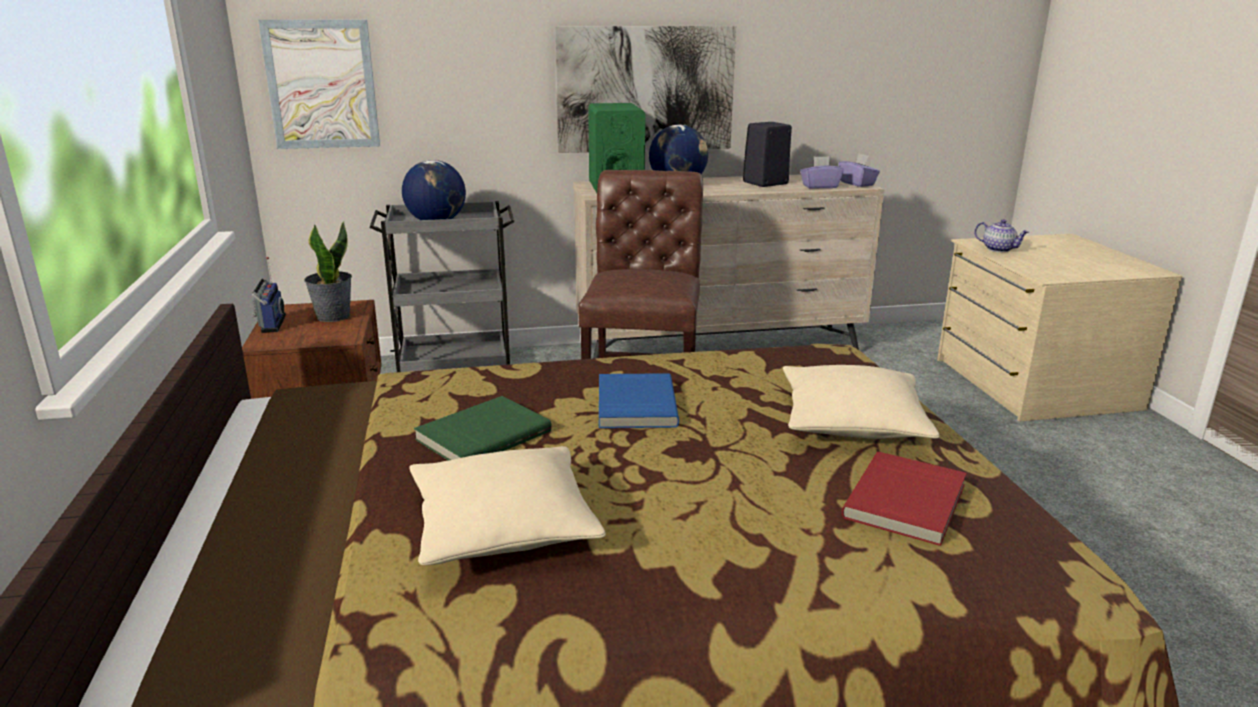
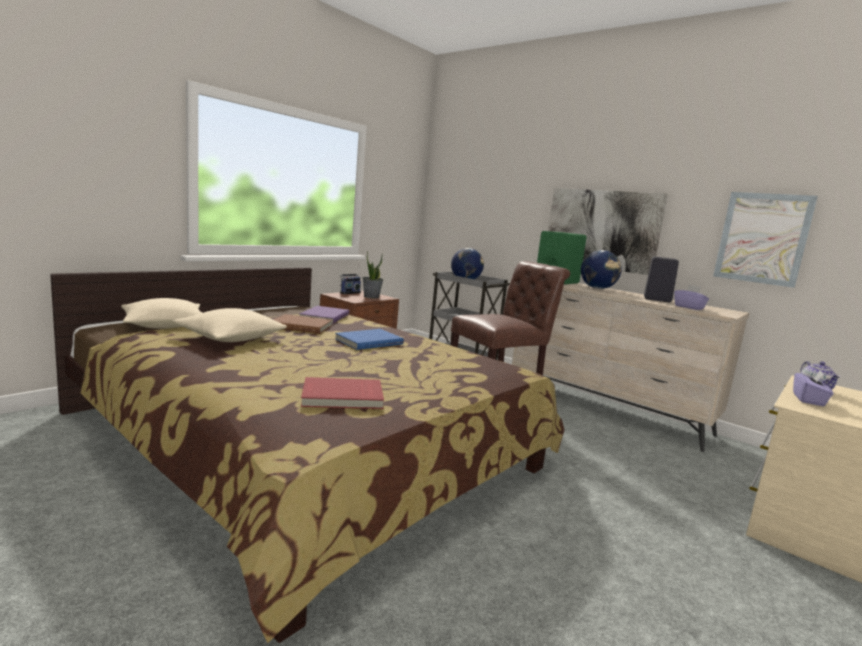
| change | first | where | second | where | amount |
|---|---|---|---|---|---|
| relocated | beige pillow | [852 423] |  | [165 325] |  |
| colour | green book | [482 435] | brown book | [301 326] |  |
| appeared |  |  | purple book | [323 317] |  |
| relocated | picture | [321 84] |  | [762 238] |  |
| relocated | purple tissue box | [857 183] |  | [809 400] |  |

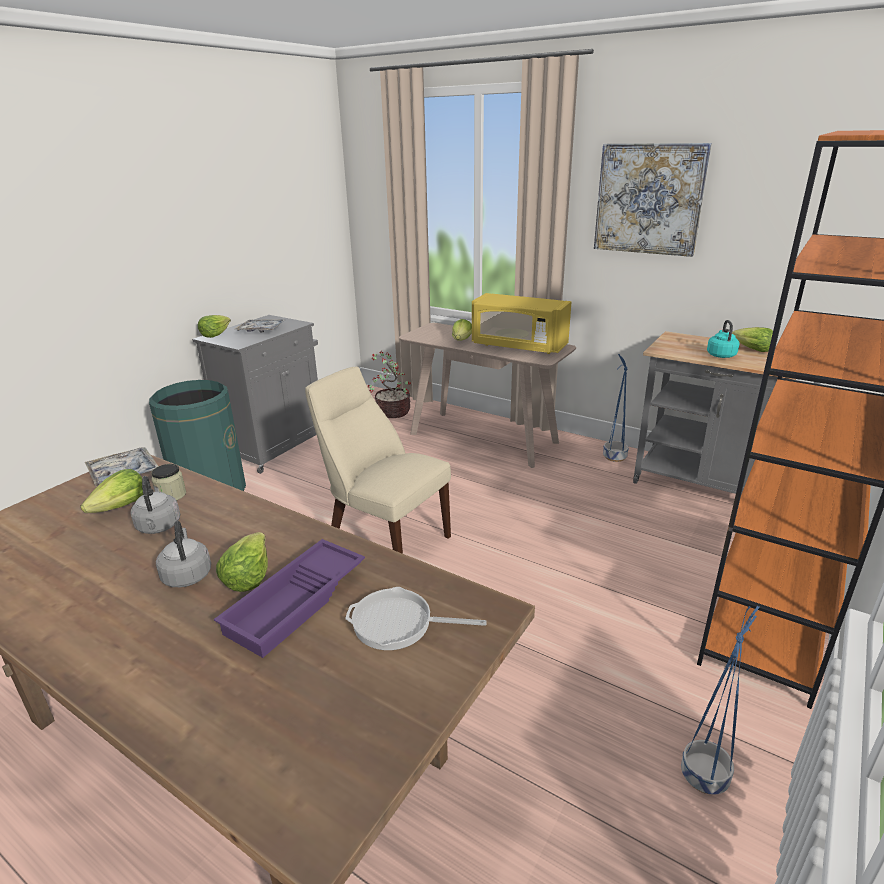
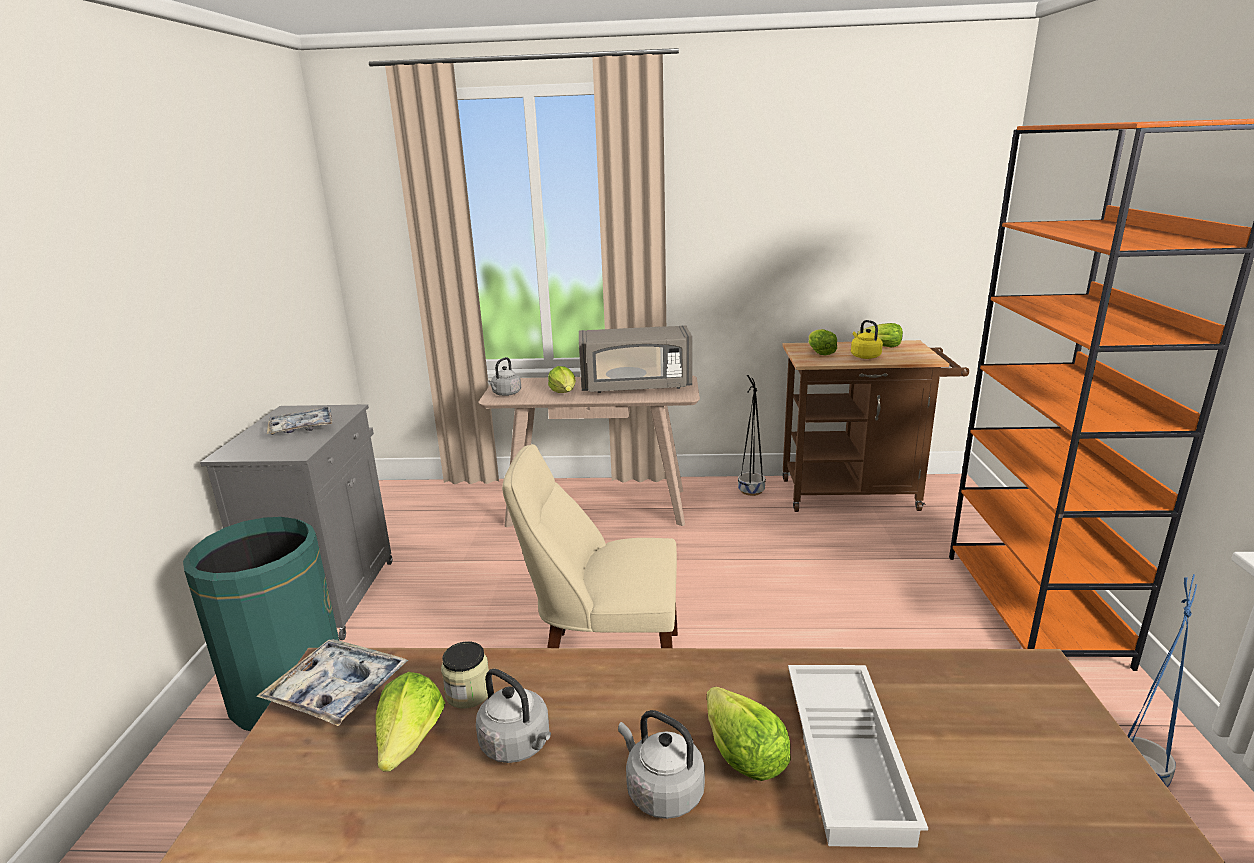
| change | first | where | second | where | amount |
|---|---|---|---|---|---|
| appeared |  |  | grey kettle | [505 394] |  |
| colour | yellow microwave | [518 346] | grey microwave | [636 387] |  |
| colour | blue planter | [614 457] | black planter | [750 491] |  |
| colour | grey cart | [708 485] | brown cart | [858 494] |  |
| colour | purple tray | [297 603] | white tray | [850 759] |  |
| relocated | lettuce | [215 334] |  | [820 352] |  |
| colour | turquoise kettle | [720 355] | yellow kettle | [864 356] |  |
| missing | frying pan | [398 624] |  |  |  |
| missing | potted plant | [392 412] |  |  |  |
| missing | picture | [649 199] |  |  |  |

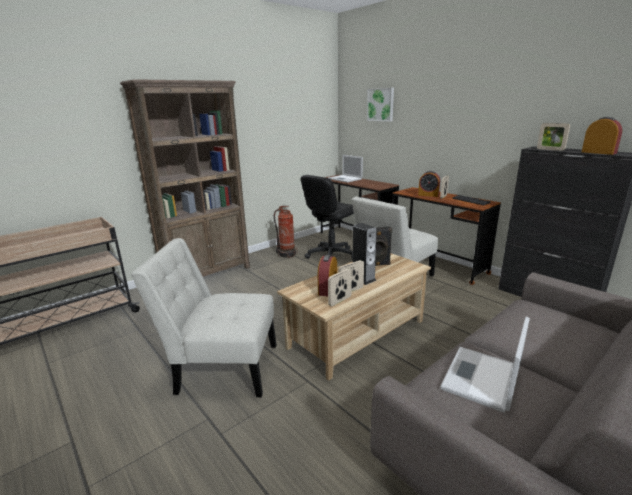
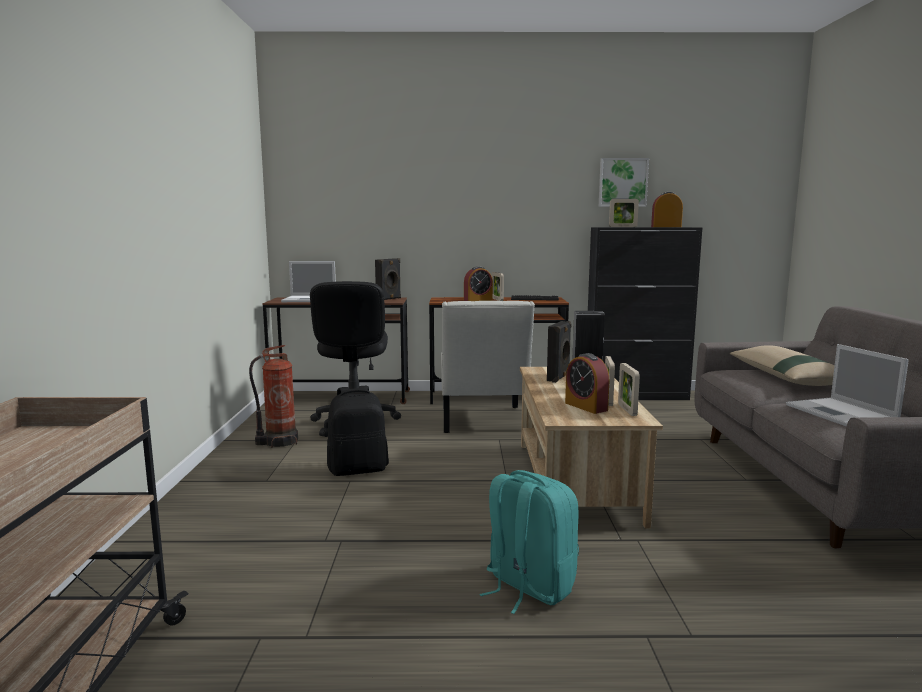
| change | first | where | second | where | amount |
|---|---|---|---|---|---|
| appeared |  |  | black backpack | [358 469] |  |
| appeared |  |  | black speaker | [389 299] |  |
| exchanged | white chair | [222 367] | turquoise backpack | [527 587] |  |
| relocated | picture | [381 104] |  | [622 182] |  |
| appeared |  |  | beige pillow | [785 377] |  |
| missing | brown bookcase | [208 274] |  |  |  |

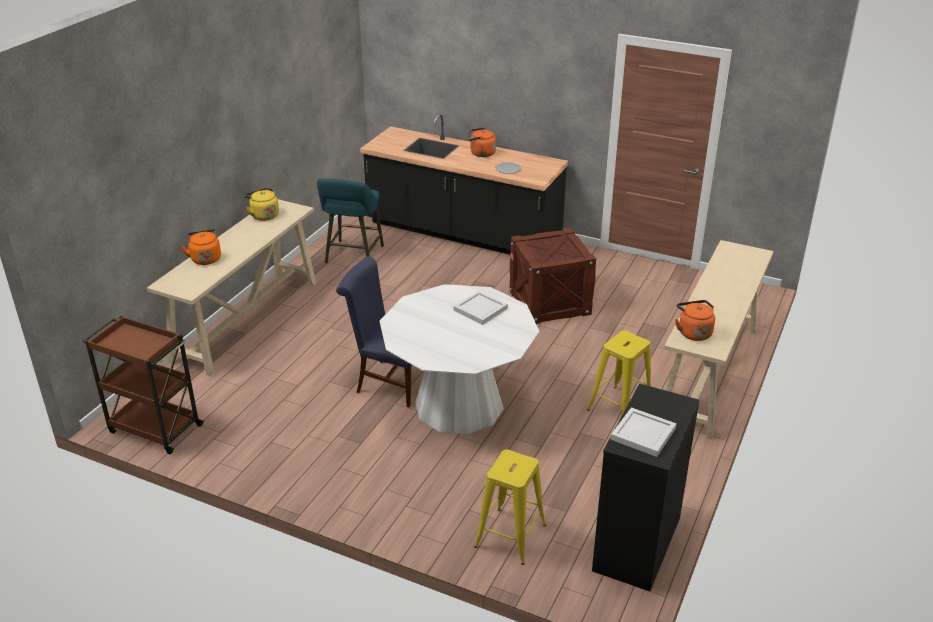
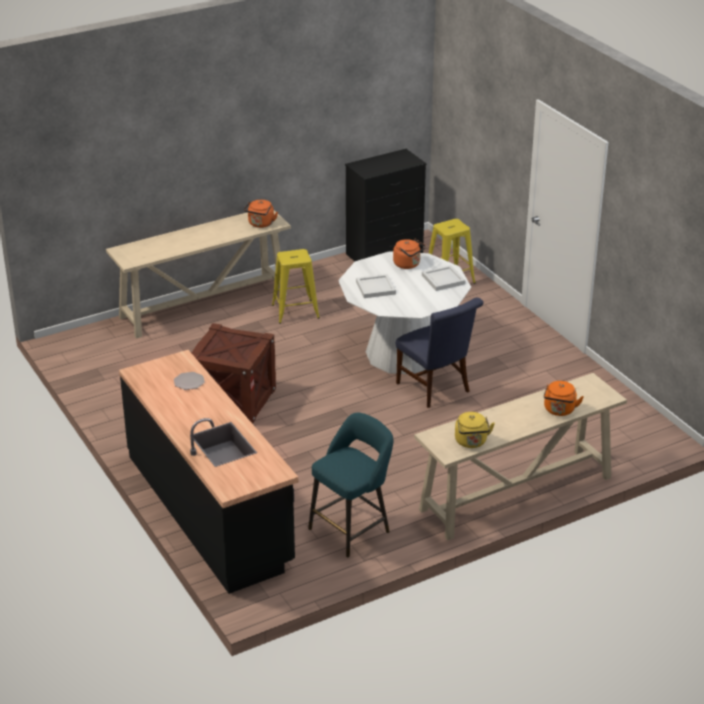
| change | first | where | second | where | amount |
|---|---|---|---|---|---|
| relocated | orange kettle | [481 153] |  | [408 265] |  |
| relocated | white tray | [643 434] |  | [443 279] |  |
| missing | brown cart | [154 428] |  |  |  |

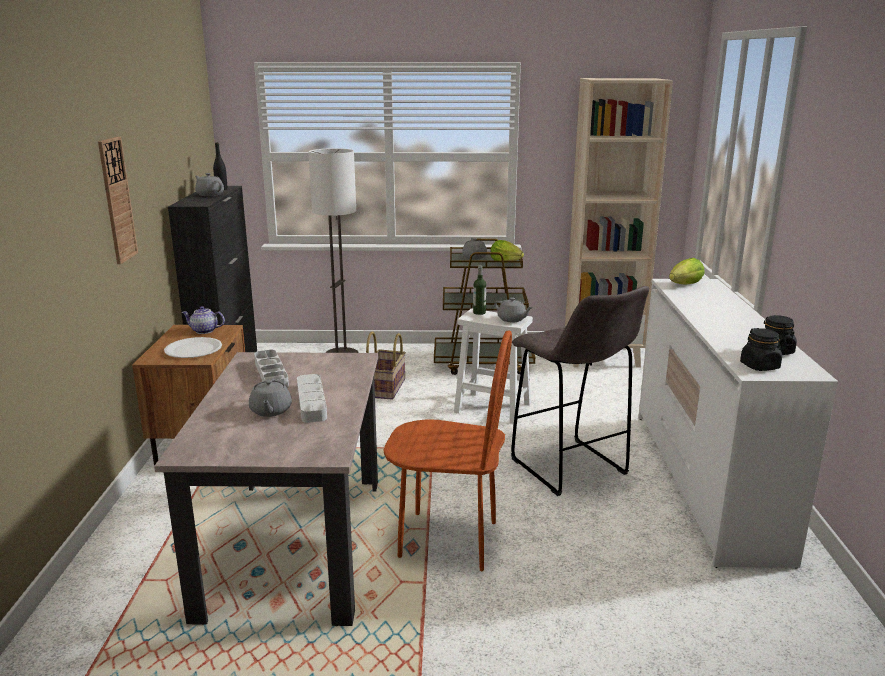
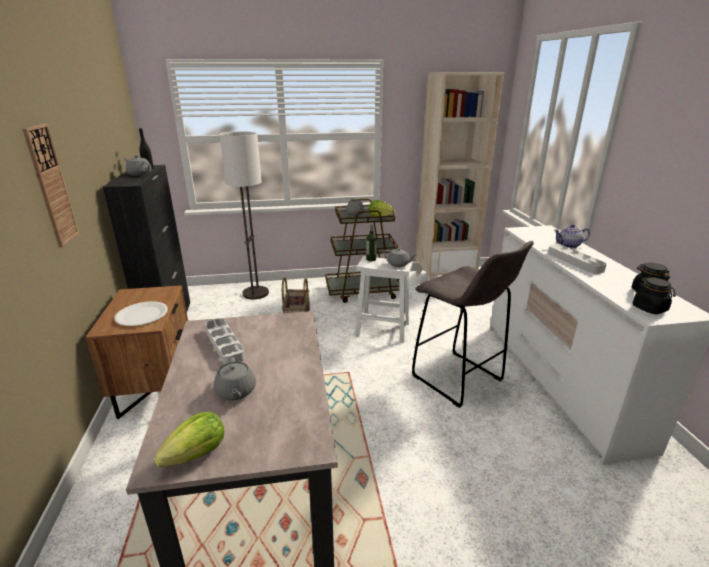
| change | first | where | second | where | amount |
|---|---|---|---|---|---|
| relocated | lettuce | [685 285] |  | [197 454] |  |
| relocated | grey tray | [311 402] |  | [574 261] |  |
| relocated | teapot | [204 331] |  | [569 246] |  |
| missing | brown chair | [448 540] |  |  |  |

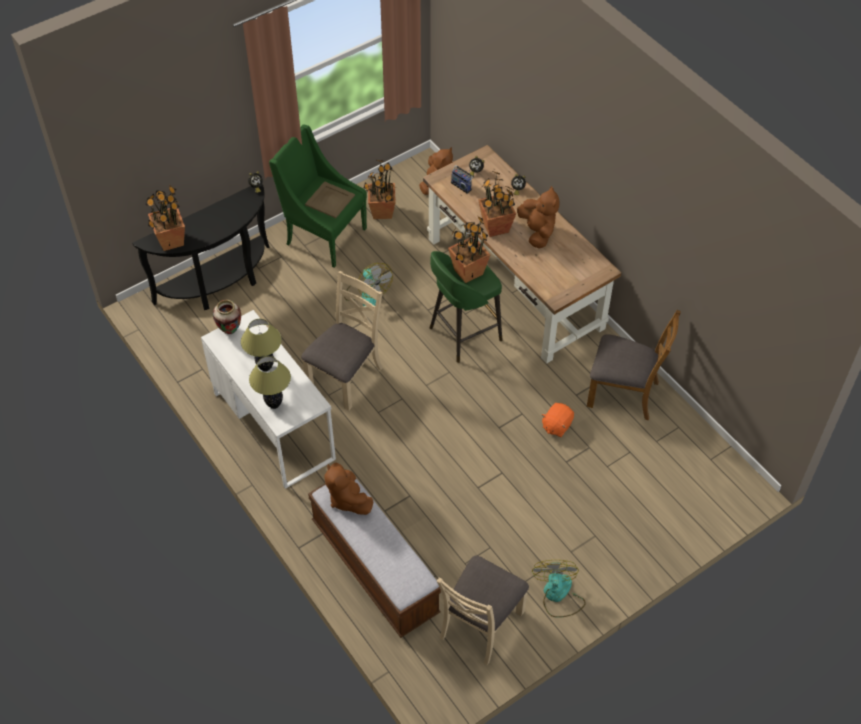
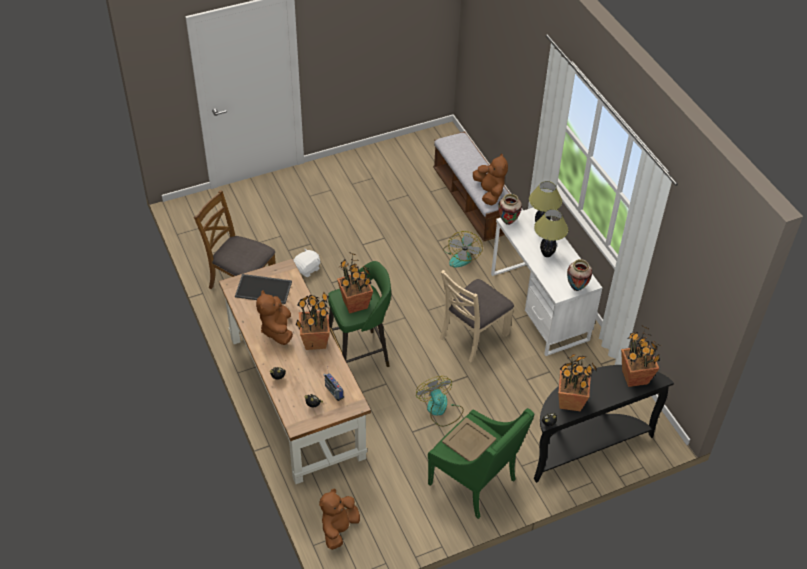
| change | first | where | second | where | amount |
|---|---|---|---|---|---|
| appeared |  |  | tray | [264 288] |  |
| colour | orange plush toy | [556 425] | white plush toy | [307 269] |  |
| relocated | fan | [558 595] |  | [461 256] |  |
| appeared |  |  | vase | [508 222] |  |
| relocated | potted plant | [382 212] |  | [571 401] |  |
| missing | beige chair | [480 624] |  |  |  |

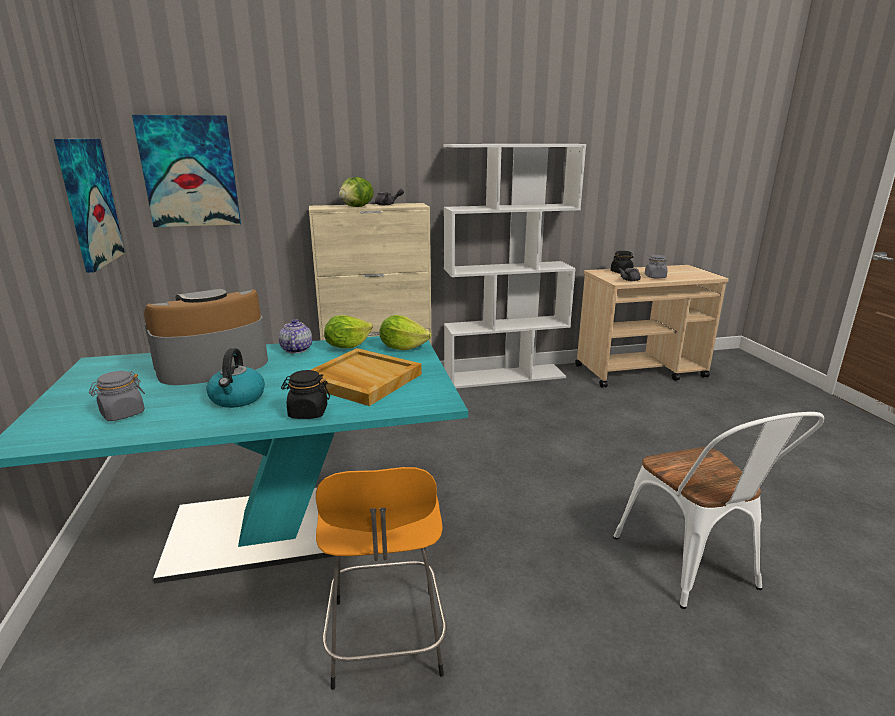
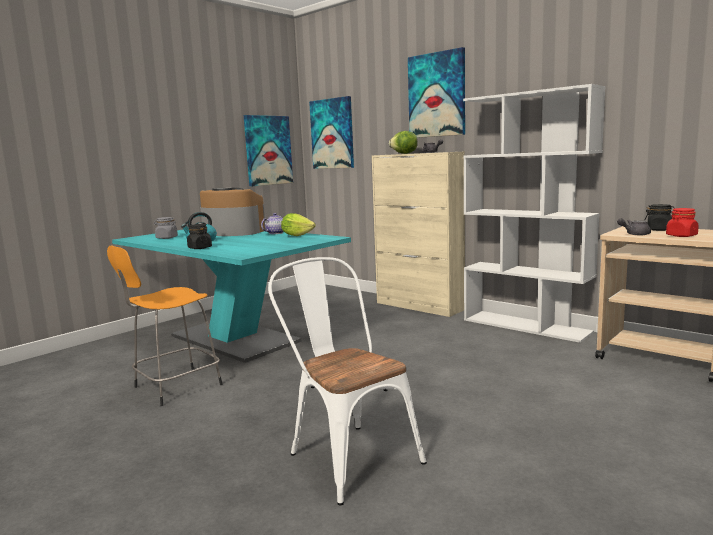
| change | first | where | second | where | amount |
|---|---|---|---|---|---|
| spun | white chair | [693 568] |  | [347 455] | 105 degrees clockwise |
| appeared |  |  | picture | [437 95] |  |
| colour | grey jar | [655 277] | red jar | [681 236] |  |
| missing | beige tray | [361 380] |  |  |  |
| missing | lettuce | [402 347] |  |  |  |

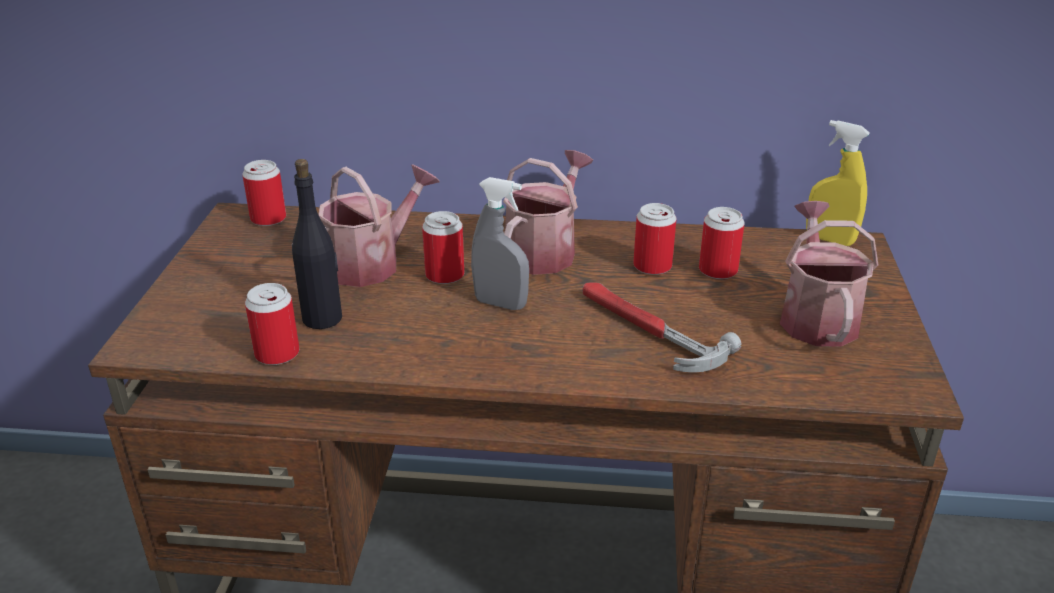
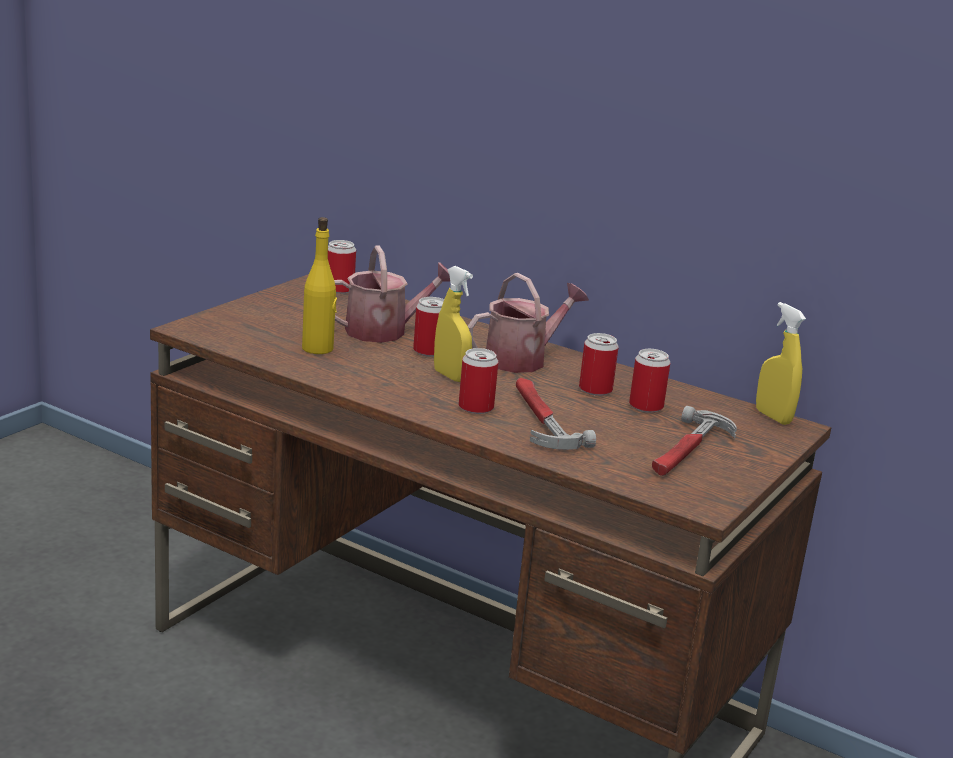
| change | first | where | second | where | amount |
|---|---|---|---|---|---|
| colour | black bottle | [323 318] | yellow bottle | [318 349] |  |
| colour | grey spray bottle | [500 304] | yellow spray bottle | [450 376] |  |
| relocated | can | [277 354] |  | [476 407] |  |
| exchanged | watering can | [816 316] | hammer | [688 451] |  |

